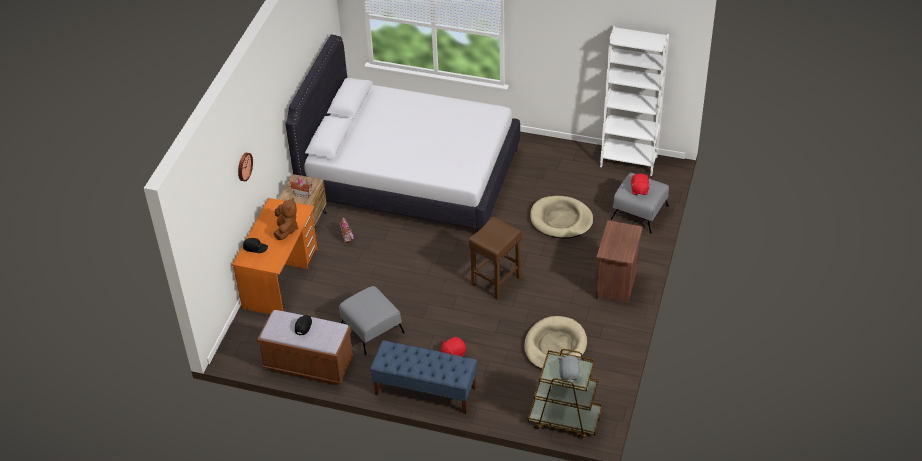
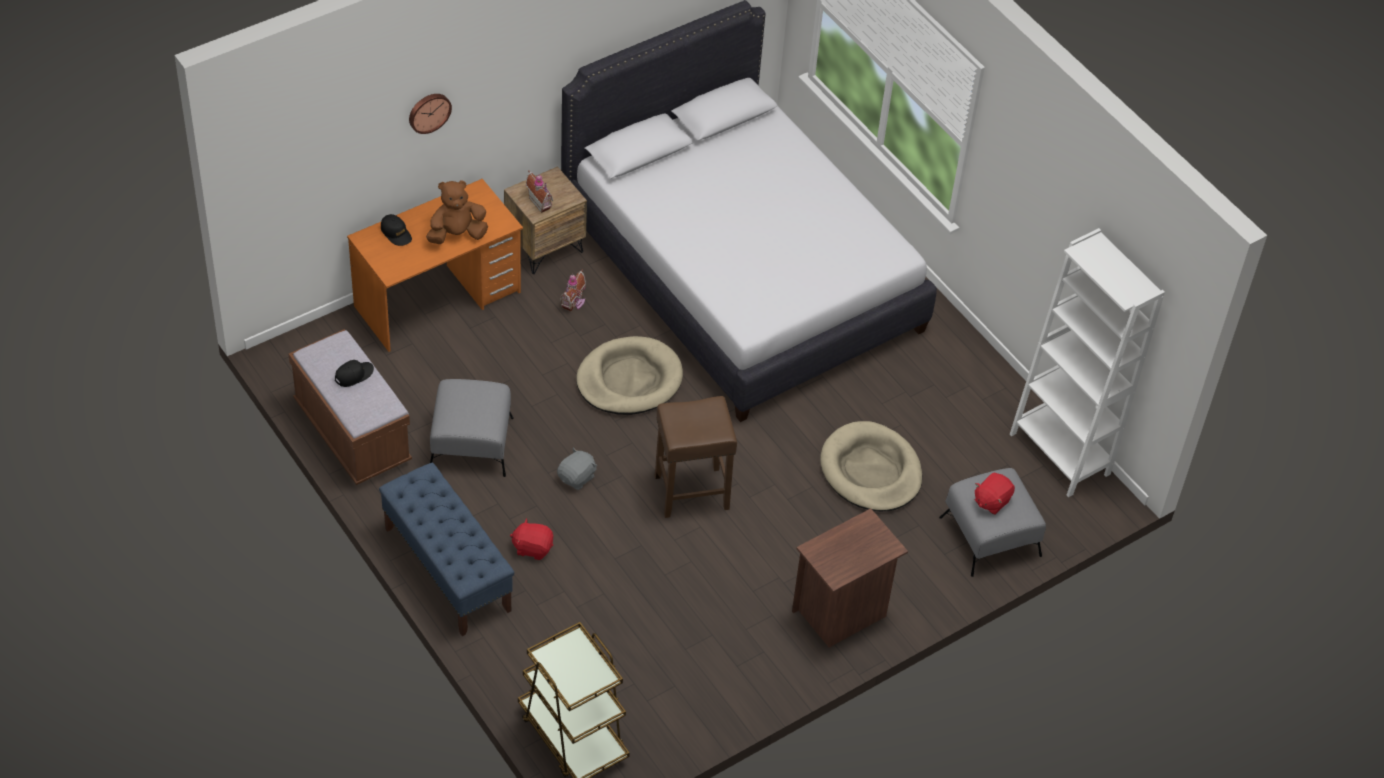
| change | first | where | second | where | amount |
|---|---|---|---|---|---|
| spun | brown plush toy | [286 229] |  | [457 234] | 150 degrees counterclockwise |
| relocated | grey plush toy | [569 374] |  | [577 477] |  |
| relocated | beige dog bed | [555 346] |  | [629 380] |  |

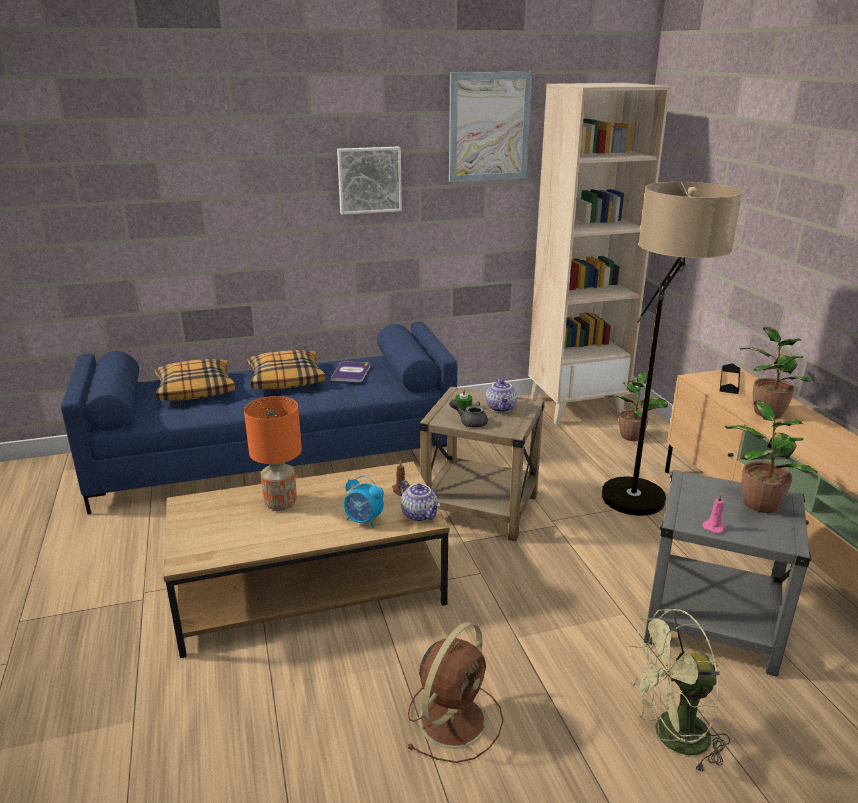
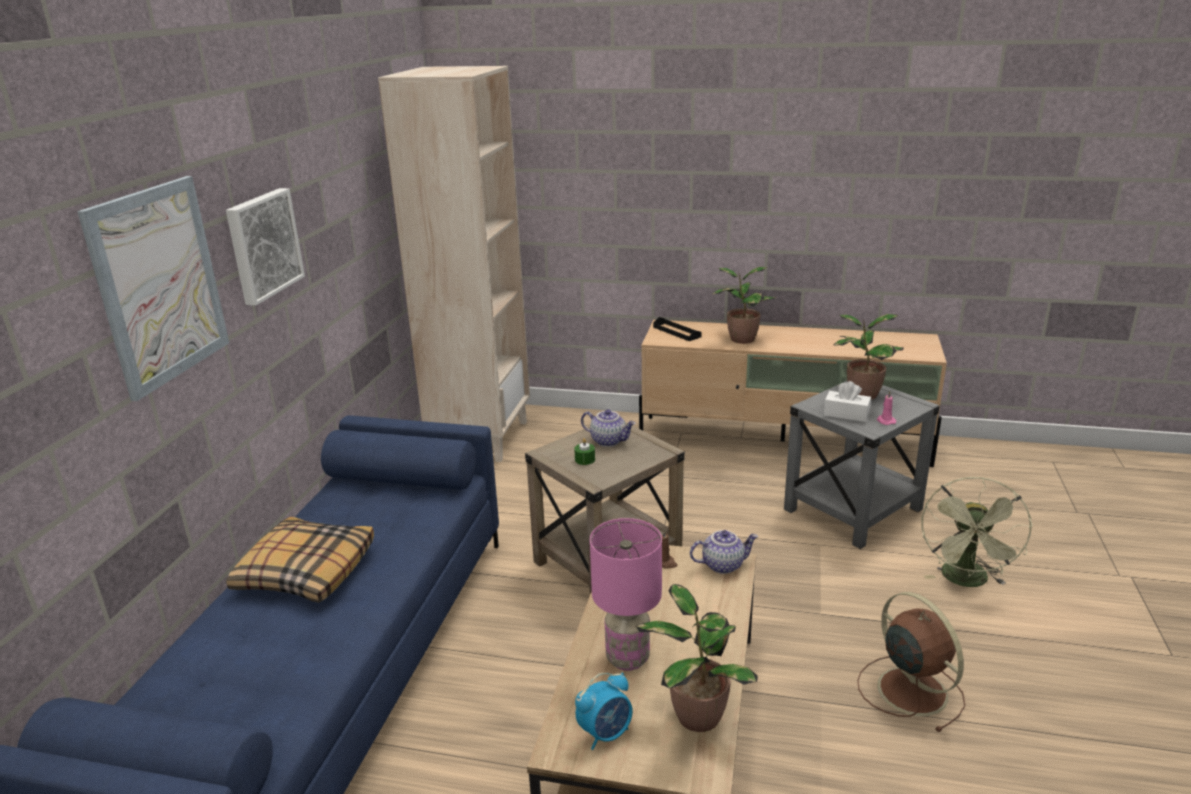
| change | first | where | second | where | amount |
|---|---|---|---|---|---|
| relocated | picture | [489 127] |  | [159 284] |  |
| relocated | alarm clock | [364 521] |  | [606 733] |  |
| colour | orange table lamp | [280 504] | pink table lamp | [628 659] |  |
| relocated | potted plant | [631 435] |  | [696 714] |  |
| appeared |  |  | white tissue box | [846 414] |  |
| missing | pillow | [195 389] |  |  |  |
| missing | book | [351 372] |  |  |  |
| missing | grey teapot | [470 422] |  |  |  |
| missing | floor lamp | [638 512] |  |  |  |

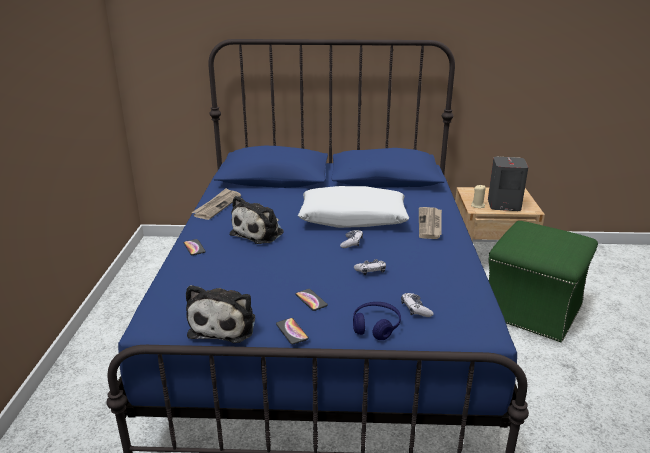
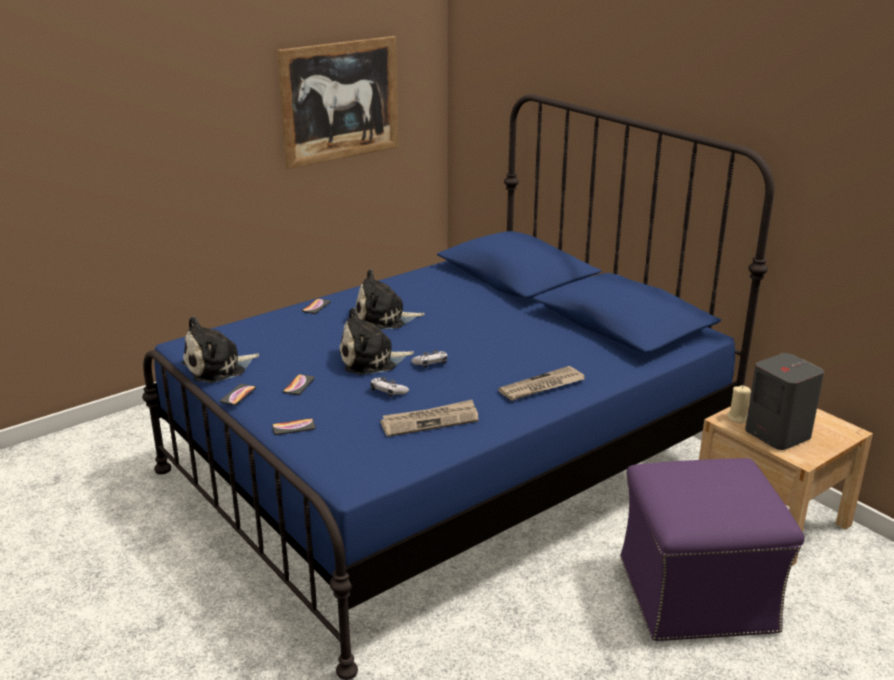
| change | first | where | second | where | amount |
|---|---|---|---|---|---|
| exchanged | blue headphones | [376 326] | phone | [293 427] |  |
| appeared |  |  | picture | [340 101] |  |
| appeared |  |  | plush toy | [371 360] |  |
| relocated | newspaper | [217 205] |  | [430 421] |  |
| colour | green ottoman | [532 309] | purple ottoman | [698 594] |  |
| missing | white pillow | [353 218] |  |  |  |
| missing | game controller | [415 309] |  |  |  |

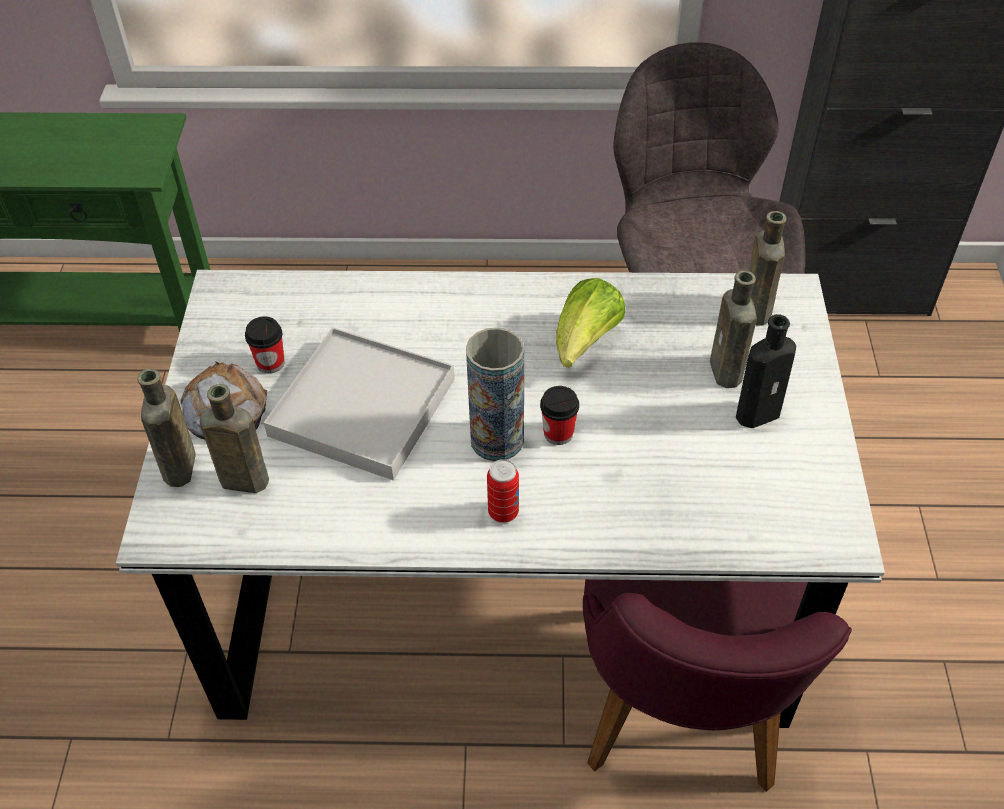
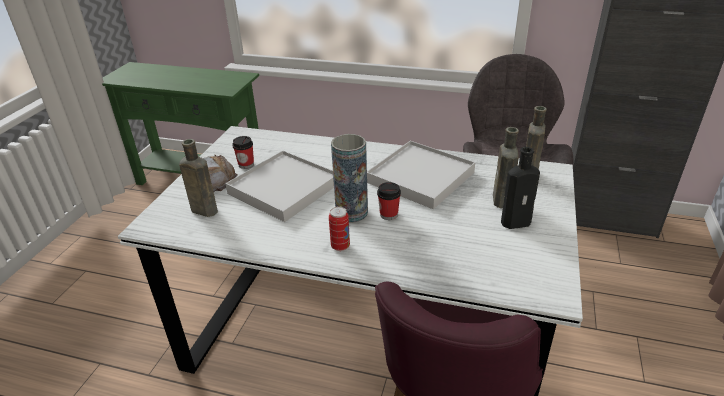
| change | first | where | second | where | amount |
|---|---|---|---|---|---|
| exchanged | lettuce | [585 343] | white tray | [421 177] |  |
| missing | brown bottle | [180 470] |  |  |  |

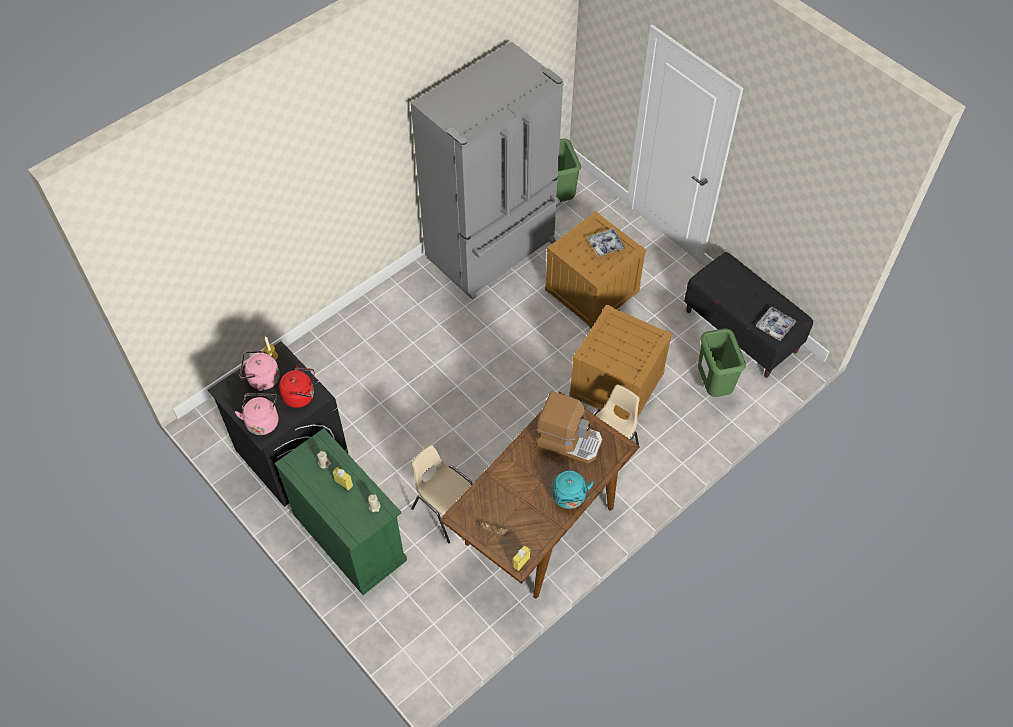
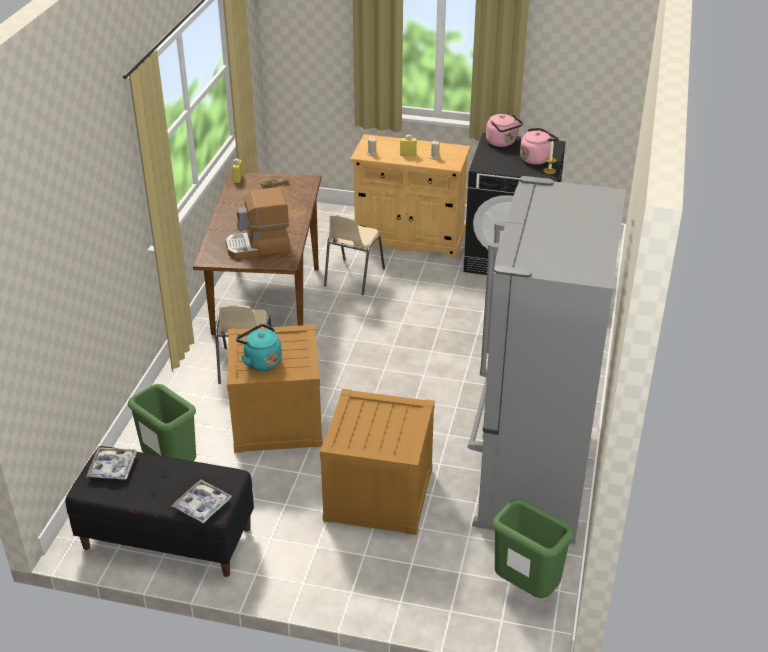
| change | first | where | second | where | amount |
|---|---|---|---|---|---|
| relocated | tray | [605 245] |  | [202 505] |  |
| relocated | turquoise kettle | [570 498] |  | [261 361] |  |
| spun | beige chair | [445 510] |  | [353 277] | 105 degrees clockwise |
| colour | green cabinet | [349 536] | beige cabinet | [409 238] |  |
| missing | red kettle | [301 395] |  |  |  |

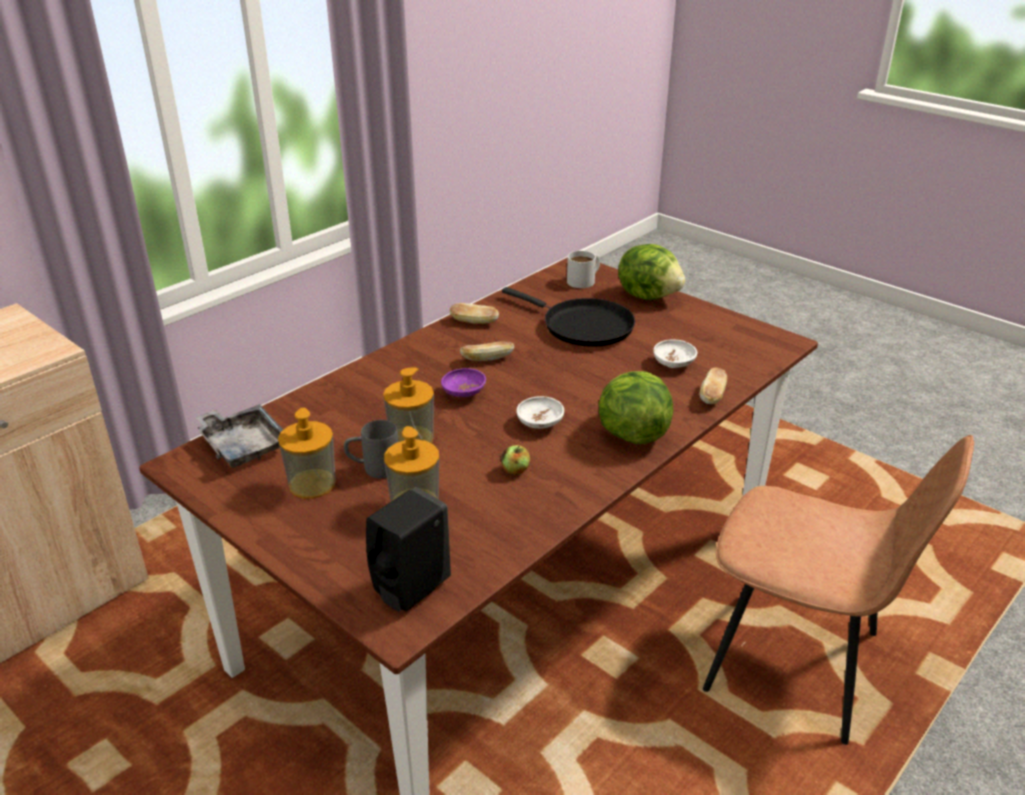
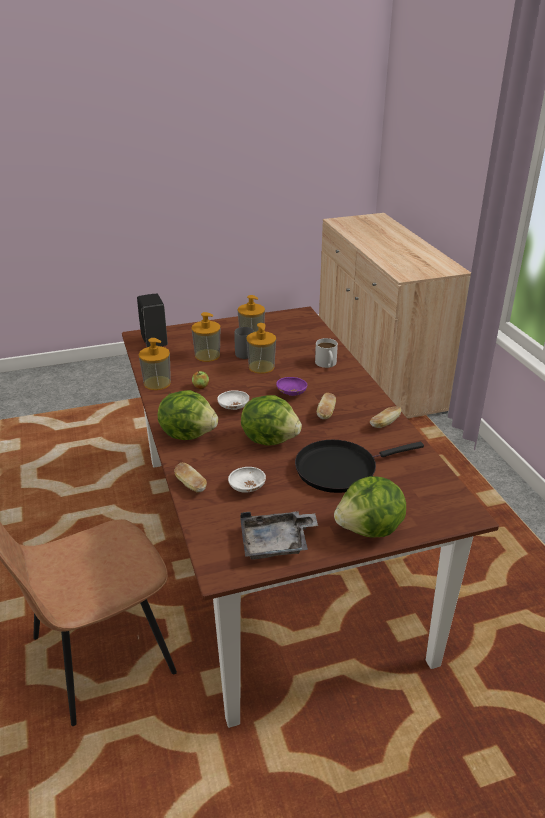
| change | first | where | second | where | amount |
|---|---|---|---|---|---|
| appeared |  |  | soap dispenser | [157 383] |  |
| relocated | grey tray | [243 445] |  | [276 543] |  |
| appeared |  |  | lettuce | [270 439] |  |
| relocated | white mug | [585 280] |  | [327 364] |  |

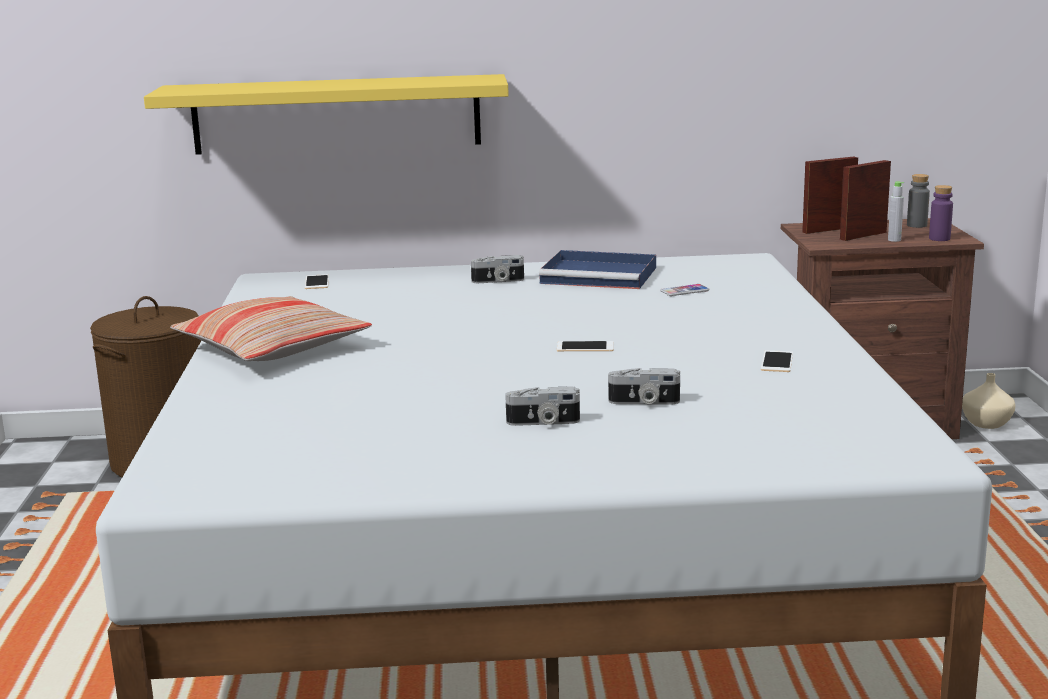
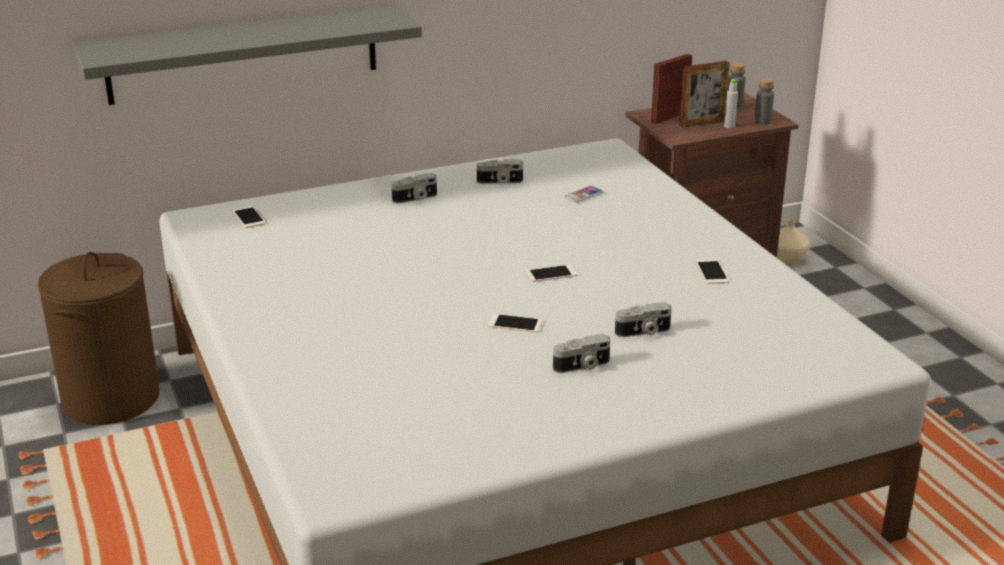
| change | first | where | second | where | amount |
|---|---|---|---|---|---|
| colour | yellow shelf | [336 114] | grey shelf | [243 54] |  |
| exchanged | blue tray | [601 275] | photo camera | [500 182] |  |
| appeared |  |  | phone | [515 323] |  |
| spun | picture frame | [863 236] |  | [702 123] | 150 degrees counterclockwise |
| colour | purple bottle | [939 239] | grey bottle | [762 121] |  |
| missing | pillow | [272 348] |  |  |  |

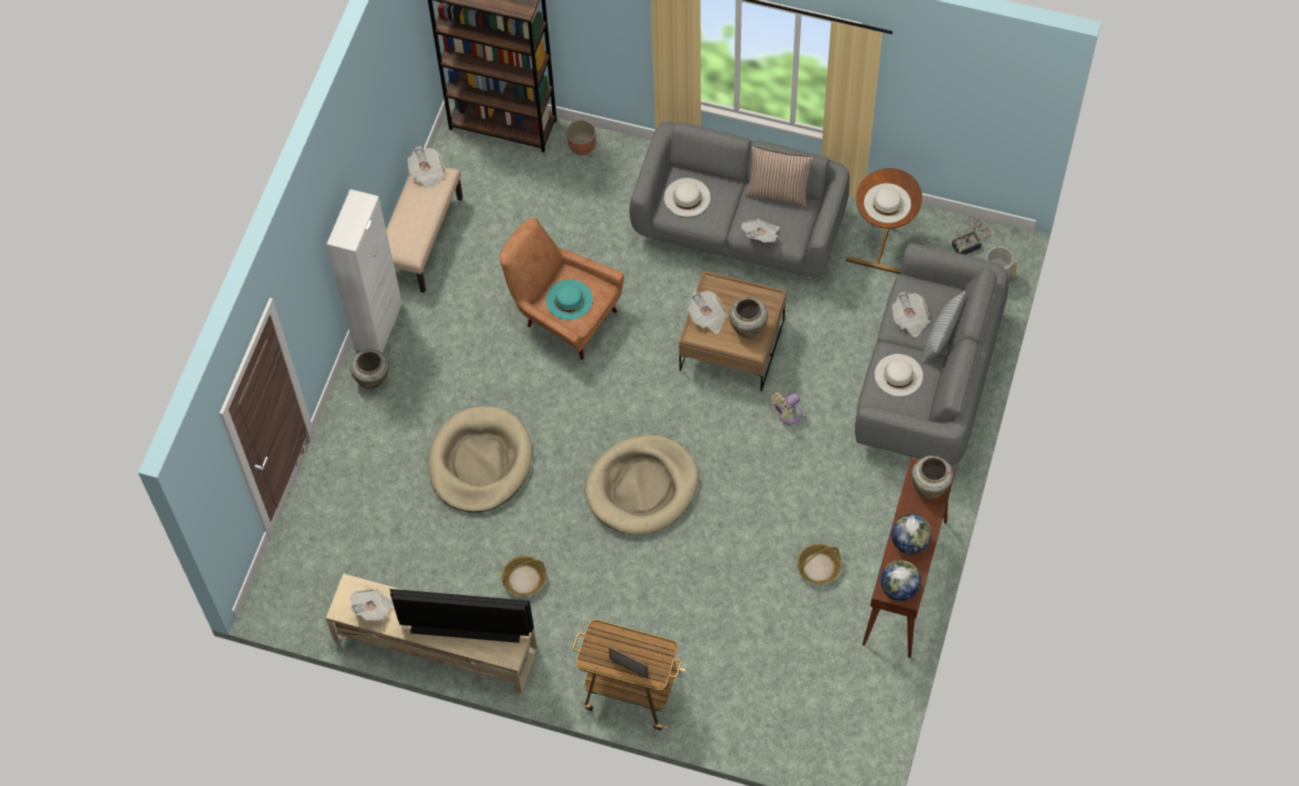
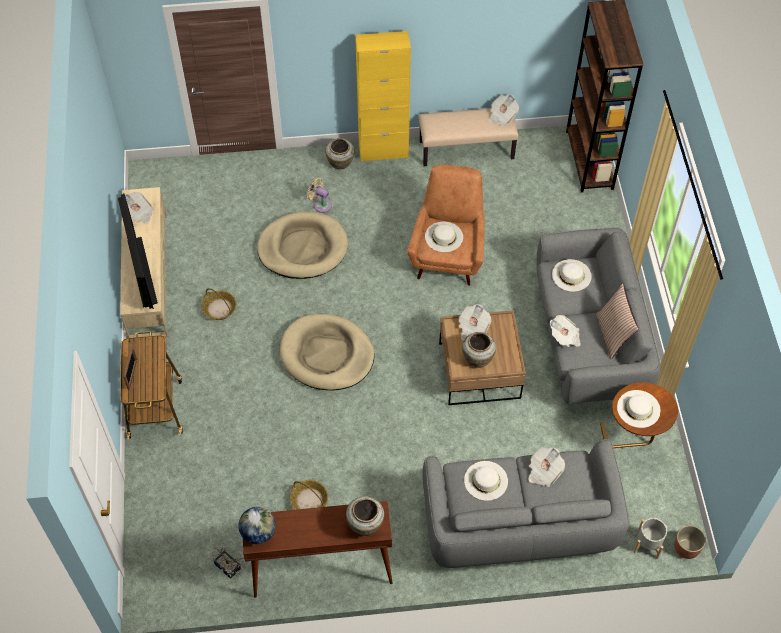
| change | first | where | second | where | amount |
|---|---|---|---|---|---|
| relocated | potted plant | [969 245] |  | [229 568] |  |
| relocated | beige fan | [787 415] |  | [320 204] |  |
| colour | white cabinet | [378 326] | yellow cabinet | [383 151] |  |
| colour | turquoise hat | [569 299] | white hat | [444 237] |  |
| relocated | planter | [582 146] |  | [686 548] |  |
| missing | globe | [910 542] |  |  |  |
| missing | pillow | [941 335] |  |  |  |

